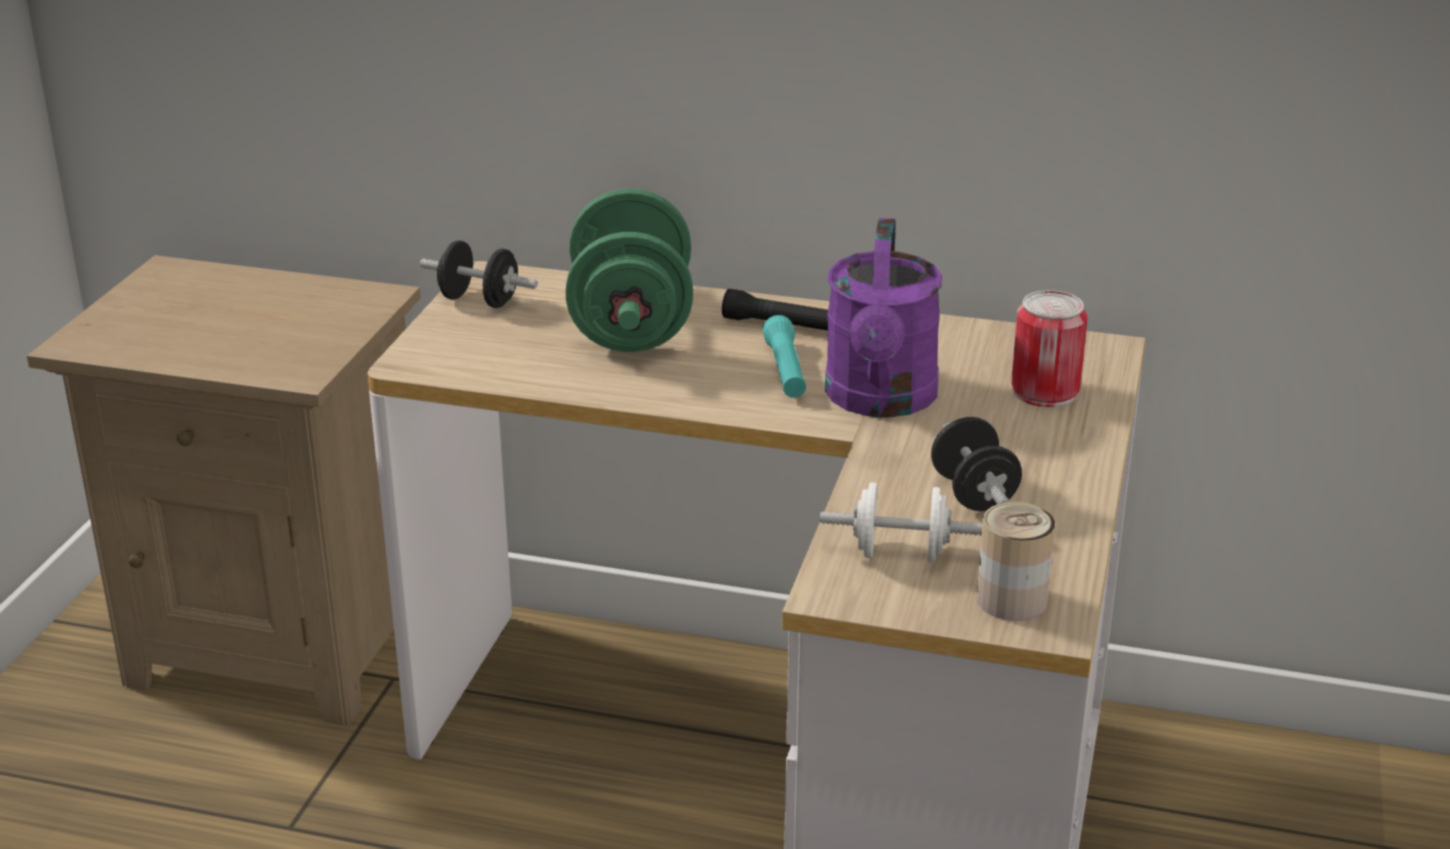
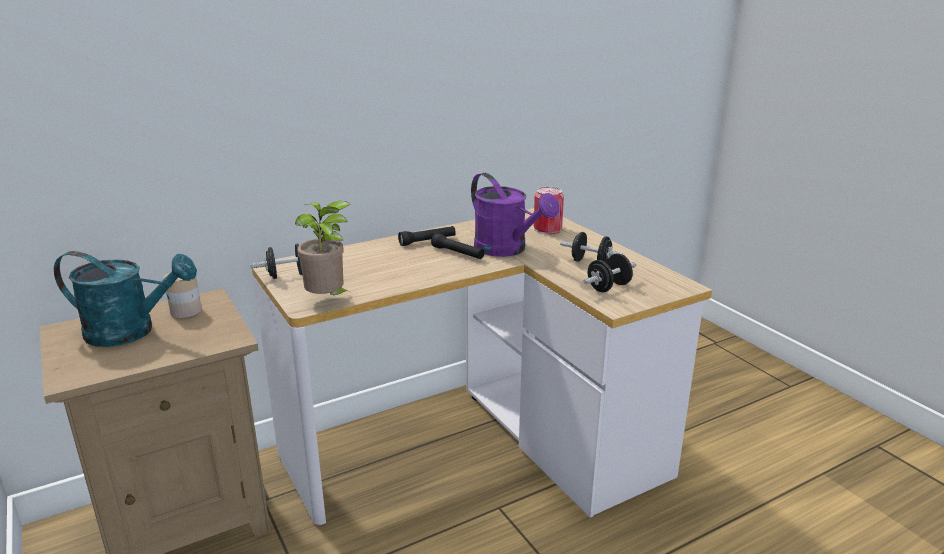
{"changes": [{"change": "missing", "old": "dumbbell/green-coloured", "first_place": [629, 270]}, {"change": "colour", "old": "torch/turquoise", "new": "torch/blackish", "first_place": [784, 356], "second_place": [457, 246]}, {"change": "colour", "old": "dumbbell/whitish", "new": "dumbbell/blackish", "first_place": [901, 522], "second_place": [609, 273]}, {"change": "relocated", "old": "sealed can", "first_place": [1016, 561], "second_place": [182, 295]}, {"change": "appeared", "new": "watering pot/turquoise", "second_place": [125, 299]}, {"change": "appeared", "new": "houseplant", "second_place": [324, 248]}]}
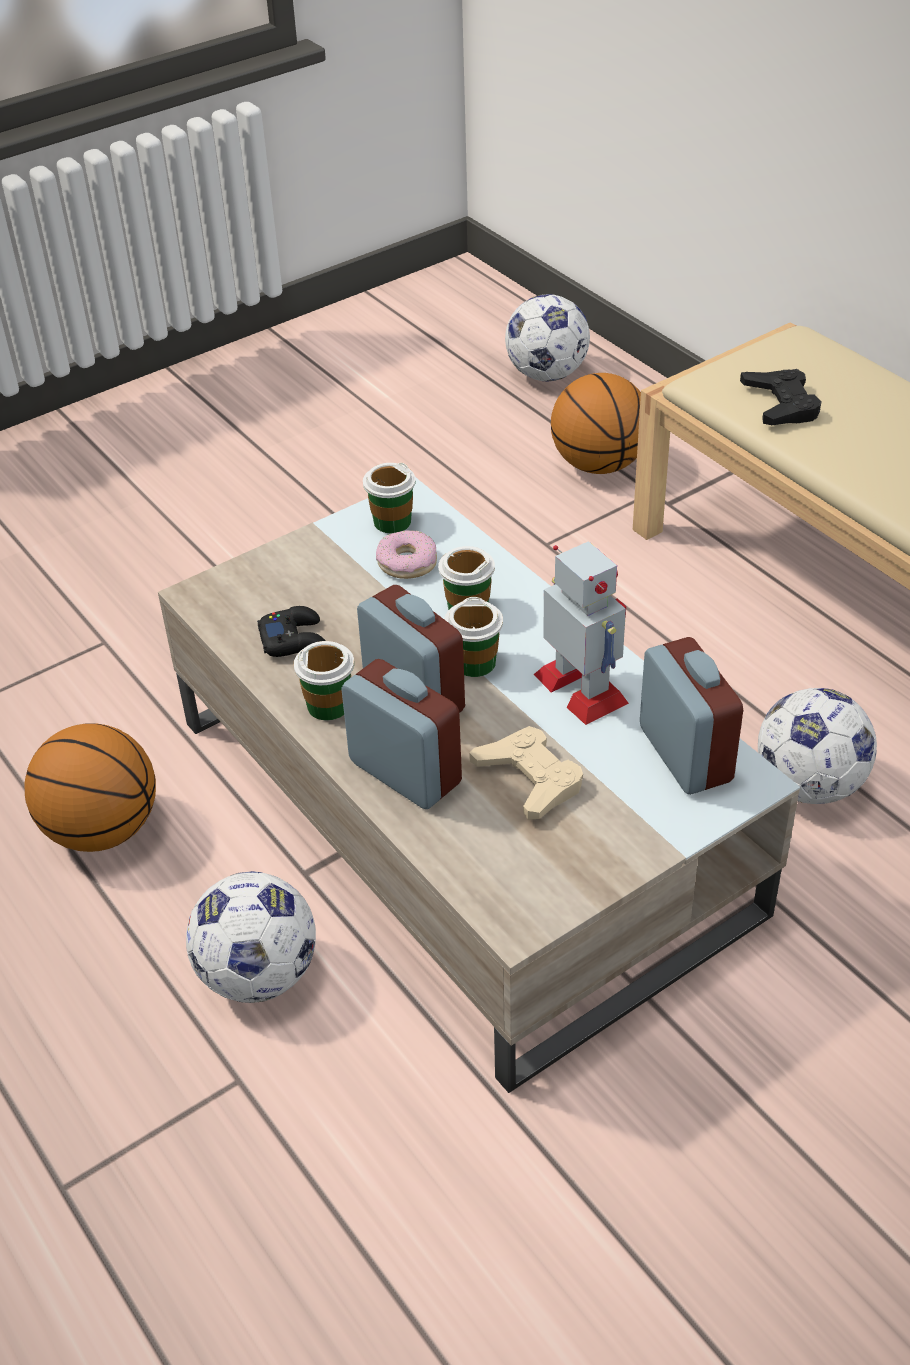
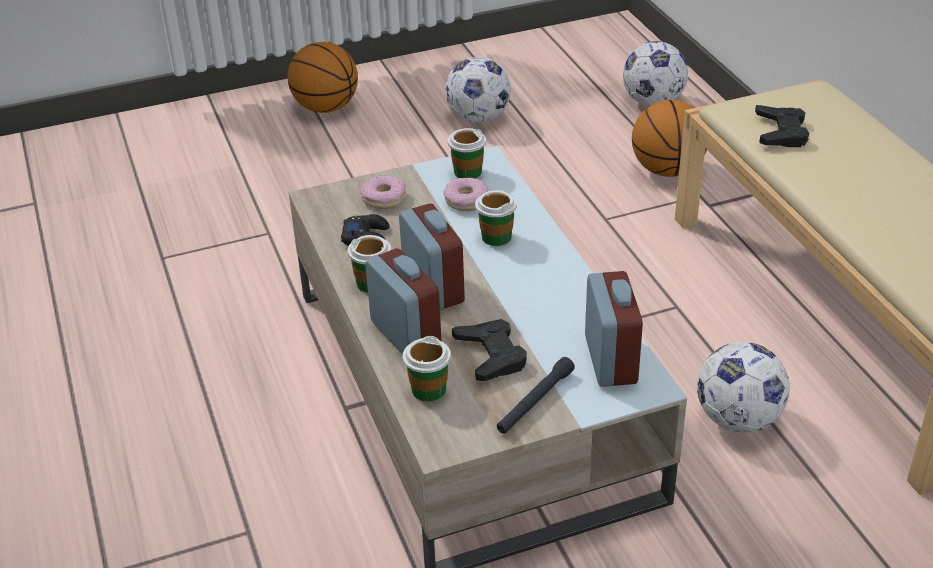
{"changes": [{"change": "relocated", "old": "basketball ball", "first_place": [90, 787], "second_place": [322, 77]}, {"change": "relocated", "old": "football ball", "first_place": [251, 937], "second_place": [478, 90]}, {"change": "relocated", "old": "drinking cup", "first_place": [473, 637], "second_place": [426, 369]}, {"change": "colour", "old": "joypad/beige", "new": "joypad/blackish", "first_place": [526, 773], "second_place": [489, 350]}, {"change": "missing", "old": "robot figure", "first_place": [581, 633]}, {"change": "appeared", "new": "donut", "second_place": [383, 192]}, {"change": "appeared", "new": "torch/blackish", "second_place": [536, 395]}]}
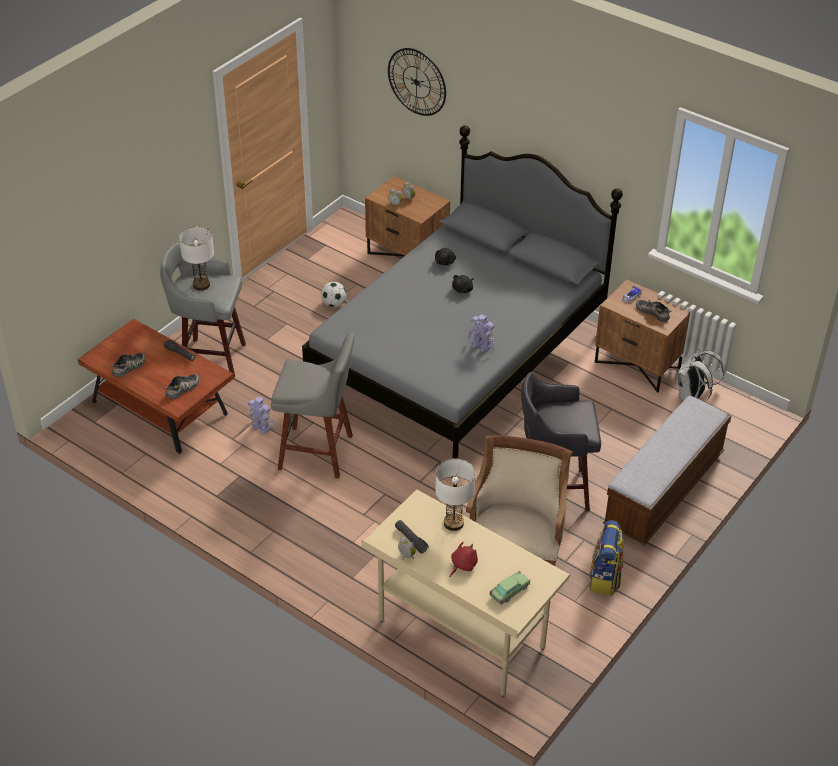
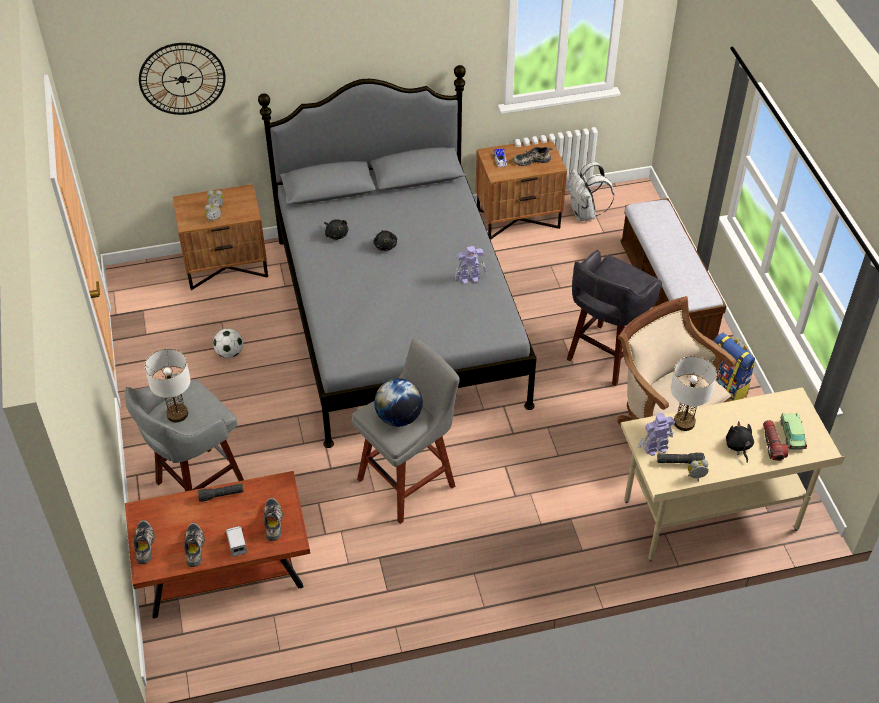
{"changes": [{"change": "relocated", "old": "robot figure", "first_place": [261, 415], "second_place": [656, 434]}, {"change": "colour", "old": "cuddly toy/red", "new": "cuddly toy/blackish", "first_place": [464, 559], "second_place": [740, 442]}, {"change": "appeared", "new": "low shoe", "second_place": [144, 542]}, {"change": "appeared", "new": "toy truck", "second_place": [236, 541]}, {"change": "appeared", "new": "desk globe", "second_place": [398, 402]}, {"change": "appeared", "new": "torch", "second_place": [775, 440]}]}
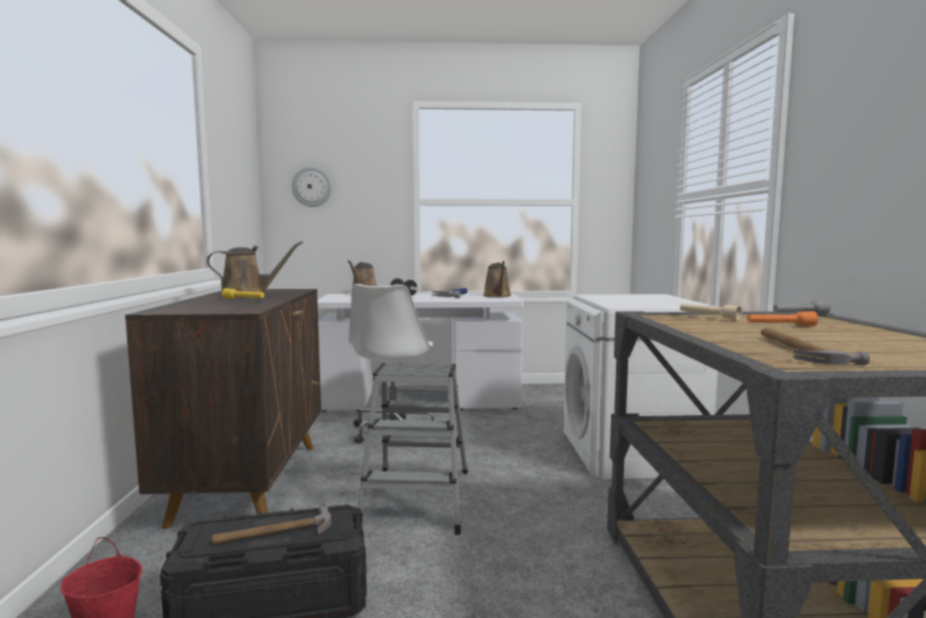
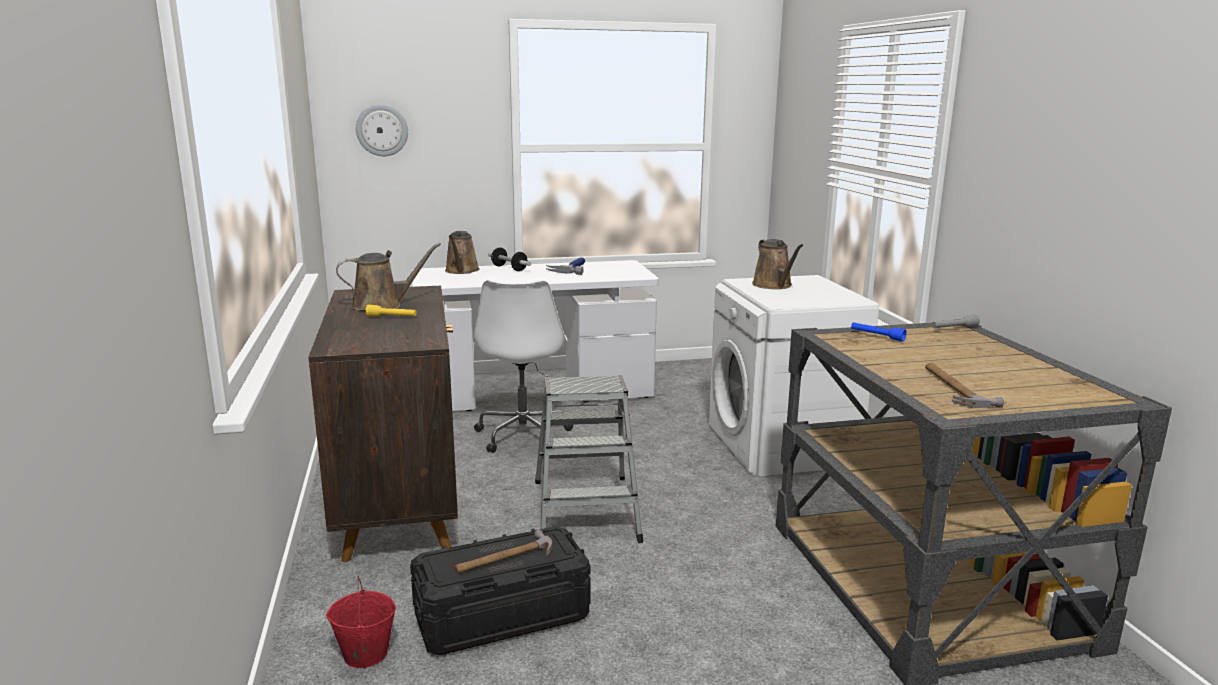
{"changes": [{"change": "relocated", "old": "watering pot/brownish", "first_place": [497, 279], "second_place": [777, 264]}, {"change": "colour", "old": "torch/beige", "new": "torch/blue", "first_place": [711, 312], "second_place": [879, 332]}, {"change": "missing", "old": "torch/orange-coloured", "first_place": [782, 318]}]}
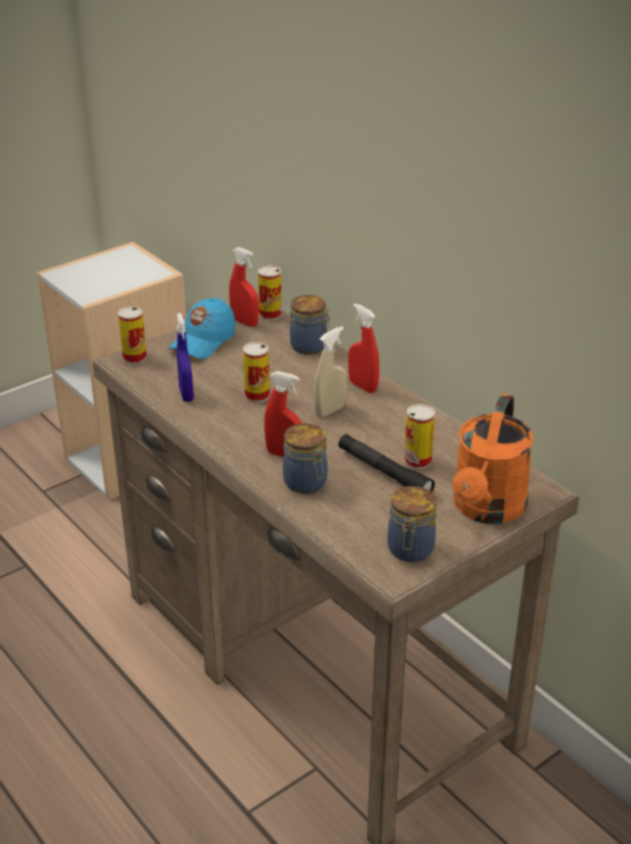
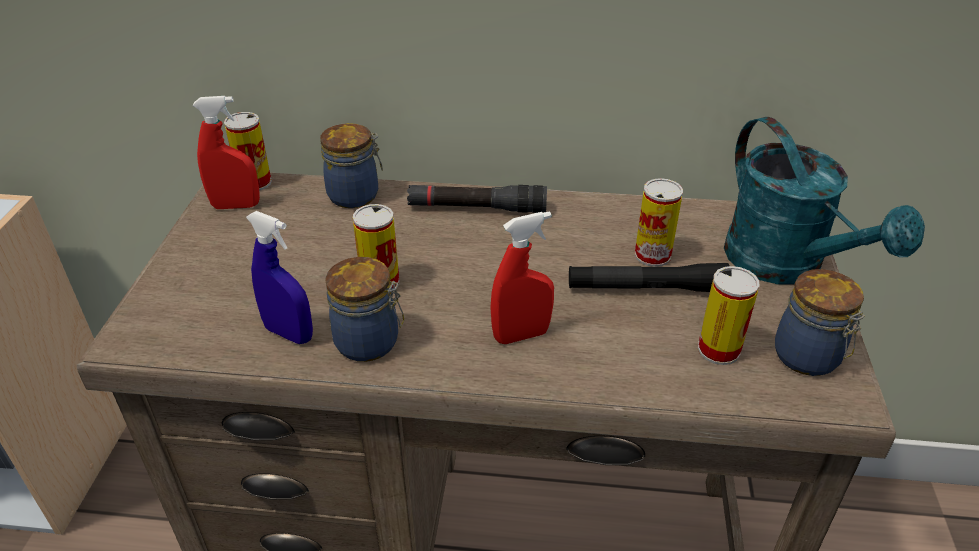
{"changes": [{"change": "relocated", "old": "sealed can", "first_place": [132, 335], "second_place": [728, 315]}, {"change": "missing", "old": "cap/blue", "first_place": [201, 328]}, {"change": "relocated", "old": "storage jar", "first_place": [305, 458], "second_place": [364, 309]}, {"change": "missing", "old": "hand sprayer/beige", "first_place": [330, 371]}, {"change": "exchanged", "old": "hand sprayer/red", "new": "torch/blackish", "first_place": [363, 348], "second_place": [477, 199]}, {"change": "colour", "old": "watering pot/orange-coloured", "new": "watering pot/turquoise", "first_place": [493, 458], "second_place": [824, 200]}]}
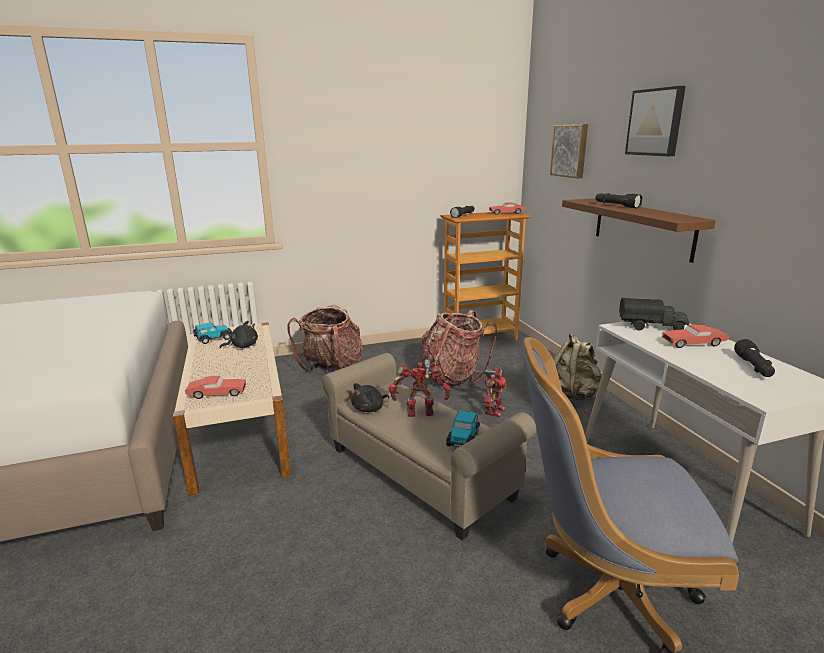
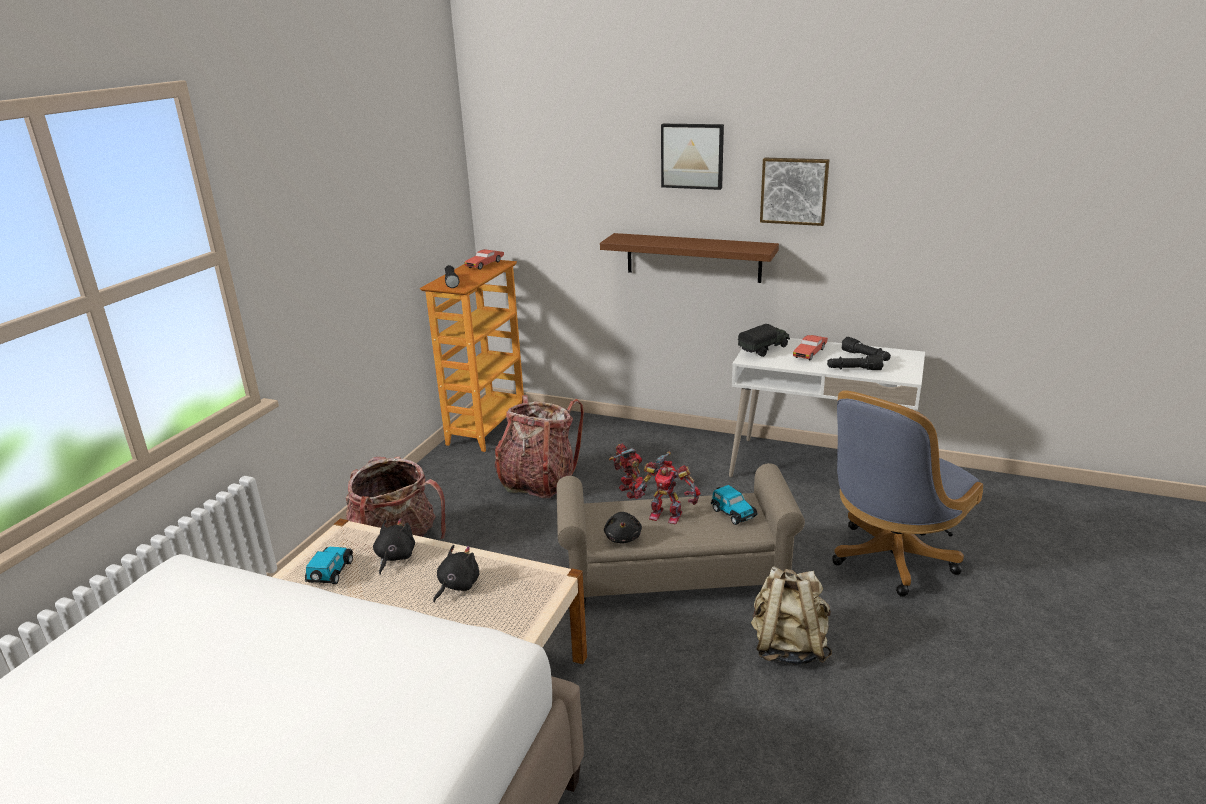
{"changes": [{"change": "missing", "old": "toy car/red", "first_place": [215, 387]}, {"change": "spun", "old": "robot figure", "first_place": [419, 388], "second_place": [667, 488], "degrees": -105}, {"change": "relocated", "old": "wall art", "first_place": [569, 151], "second_place": [795, 192]}, {"change": "relocated", "old": "rucksack/beige", "first_place": [578, 366], "second_place": [791, 615]}, {"change": "relocated", "old": "torch/blackish", "first_place": [619, 200], "second_place": [855, 362]}, {"change": "appeared", "new": "cuddly toy/blackish", "second_place": [456, 574]}]}
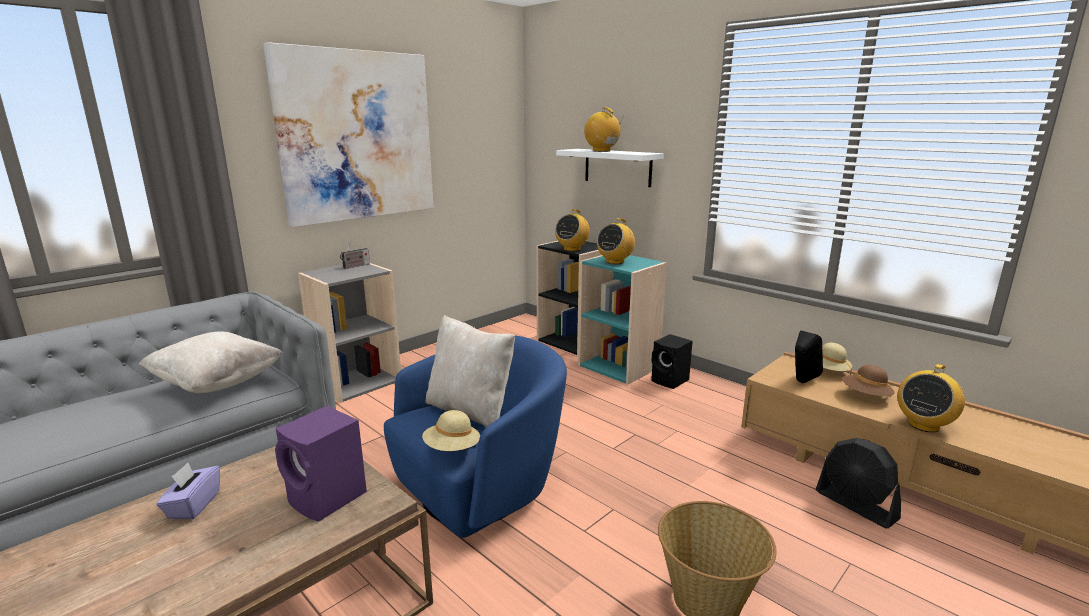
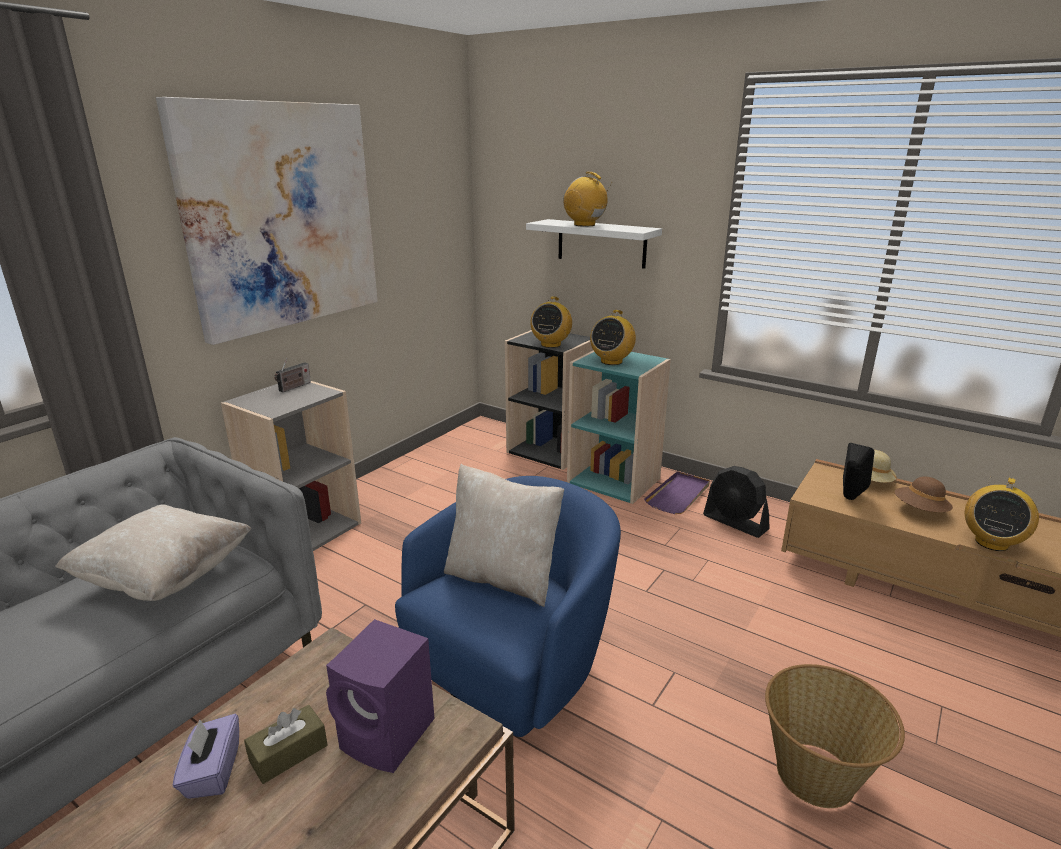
{"changes": [{"change": "missing", "old": "wearable hat/beige", "first_place": [451, 430]}, {"change": "exchanged", "old": "loudspeaker/blackish", "new": "serving tray/purplish", "first_place": [672, 361], "second_place": [677, 492]}, {"change": "relocated", "old": "cooling fan/blackish", "first_place": [858, 483], "second_place": [736, 502]}, {"change": "appeared", "new": "tissue holder/brownish", "second_place": [286, 744]}]}
